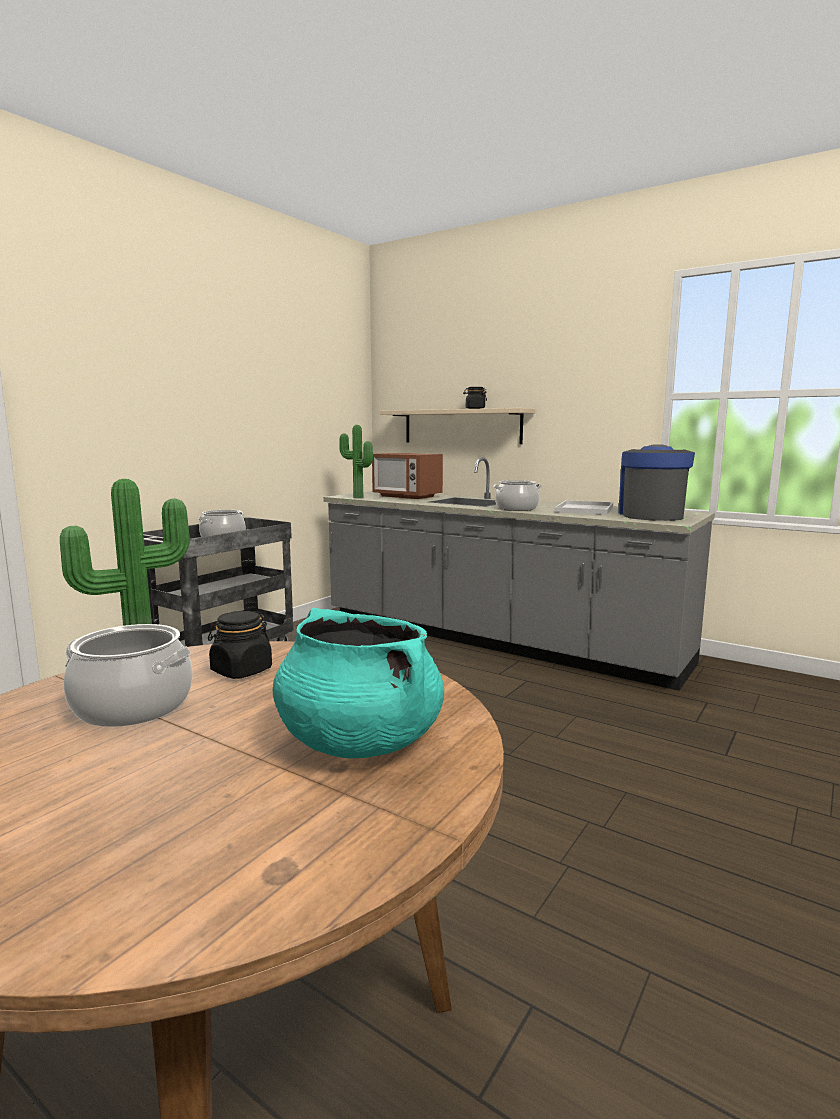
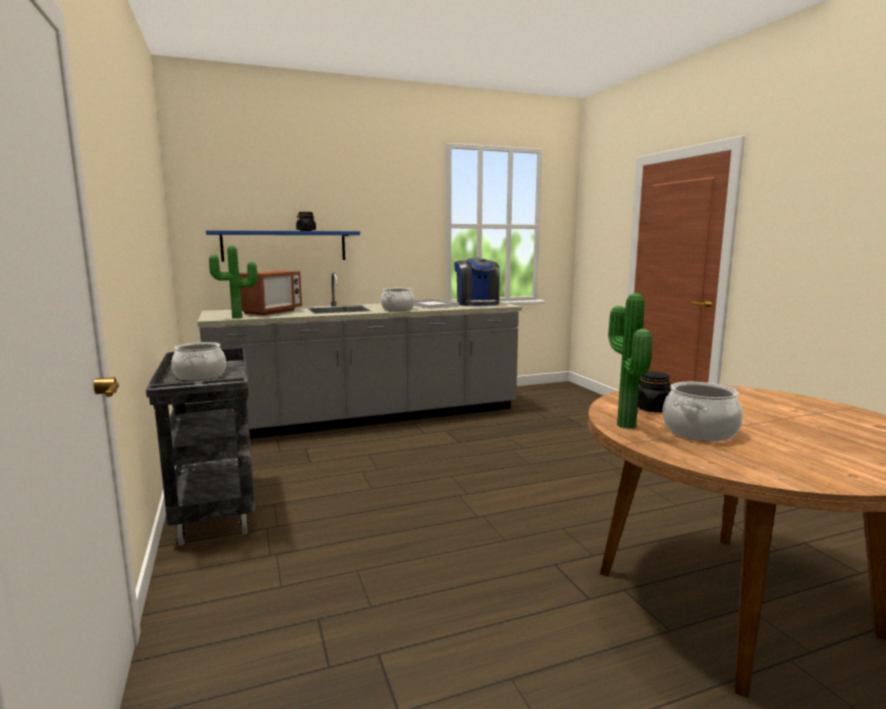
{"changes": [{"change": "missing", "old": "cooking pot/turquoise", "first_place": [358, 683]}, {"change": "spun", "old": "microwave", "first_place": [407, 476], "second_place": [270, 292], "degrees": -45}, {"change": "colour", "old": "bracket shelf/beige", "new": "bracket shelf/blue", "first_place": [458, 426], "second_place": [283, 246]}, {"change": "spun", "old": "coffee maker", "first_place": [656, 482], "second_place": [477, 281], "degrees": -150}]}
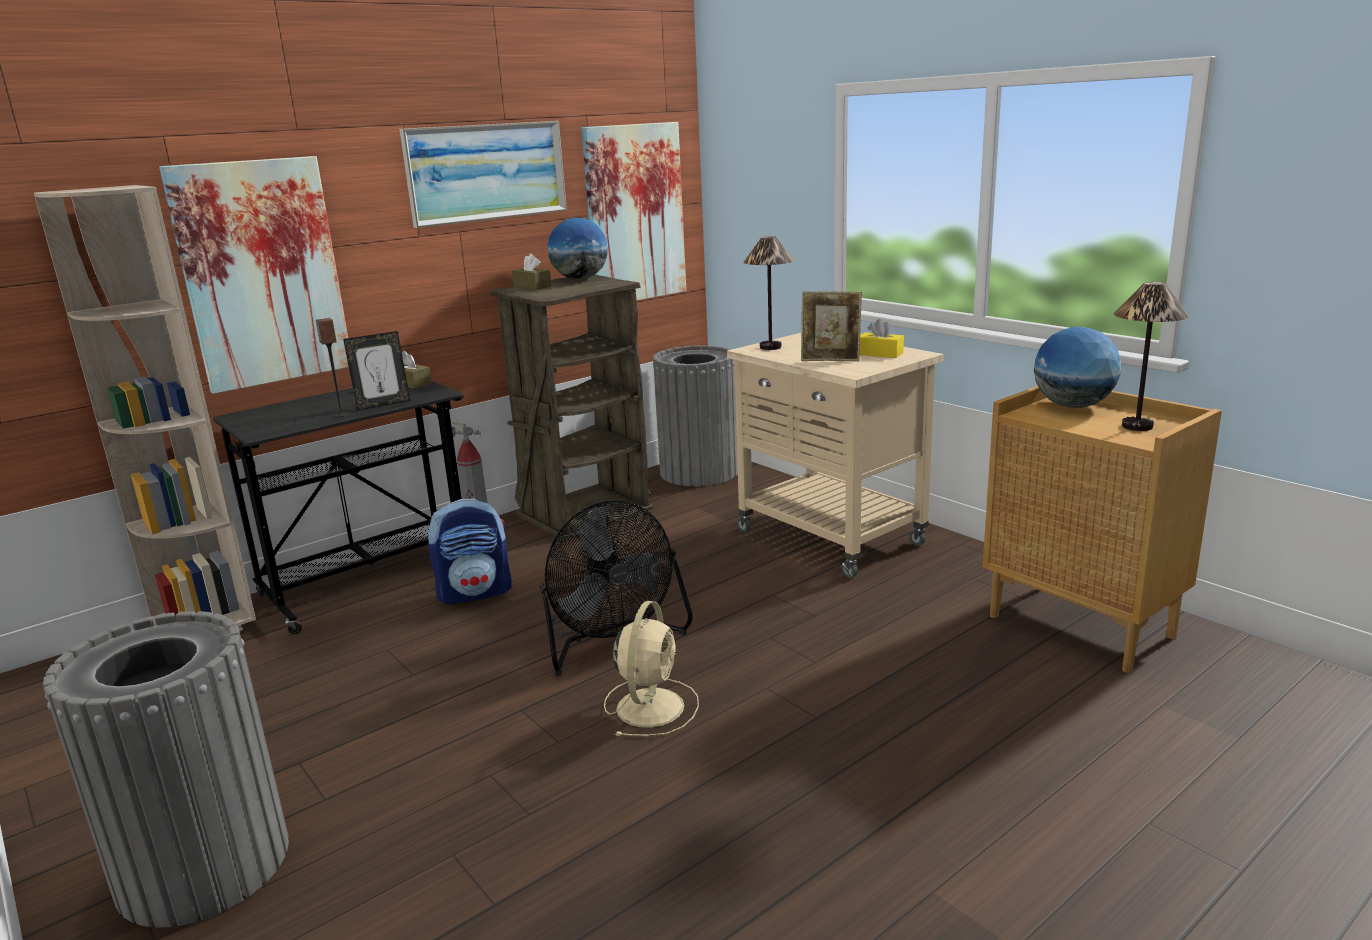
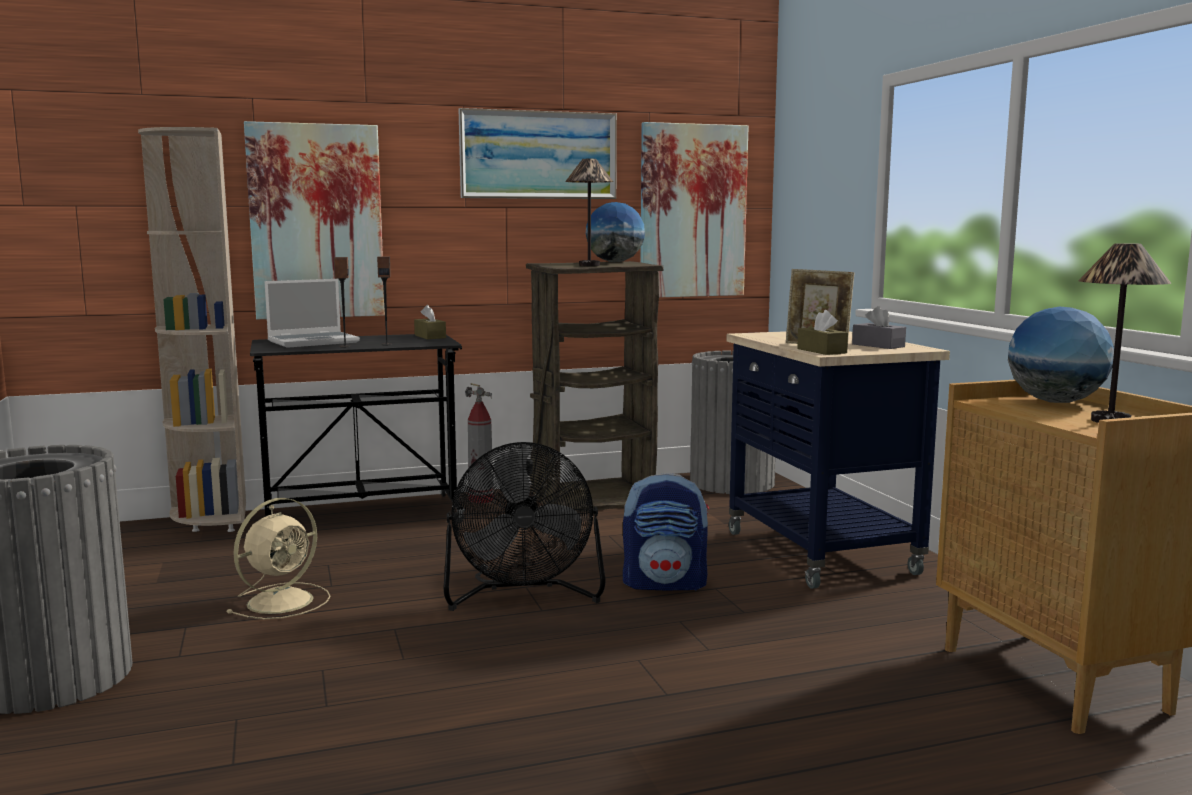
{"changes": [{"change": "exchanged", "old": "picture frame", "new": "loudspeaker", "first_place": [376, 371], "second_place": [385, 300]}, {"change": "relocated", "old": "rucksack", "first_place": [470, 551], "second_place": [666, 532]}, {"change": "relocated", "old": "tissue holder/brownish", "first_place": [531, 272], "second_place": [822, 332]}, {"change": "relocated", "old": "cooling fan/beige", "first_place": [651, 668], "second_place": [278, 558]}, {"change": "colour", "old": "trolley/beige", "new": "trolley/blue", "first_place": [835, 455], "second_place": [838, 460]}, {"change": "relocated", "old": "table lamp", "first_place": [769, 293], "second_place": [589, 212]}, {"change": "colour", "old": "tissue holder/yellow", "new": "tissue holder/grey", "first_place": [882, 338], "second_place": [879, 327]}, {"change": "appeared", "new": "laptop", "second_place": [312, 313]}]}
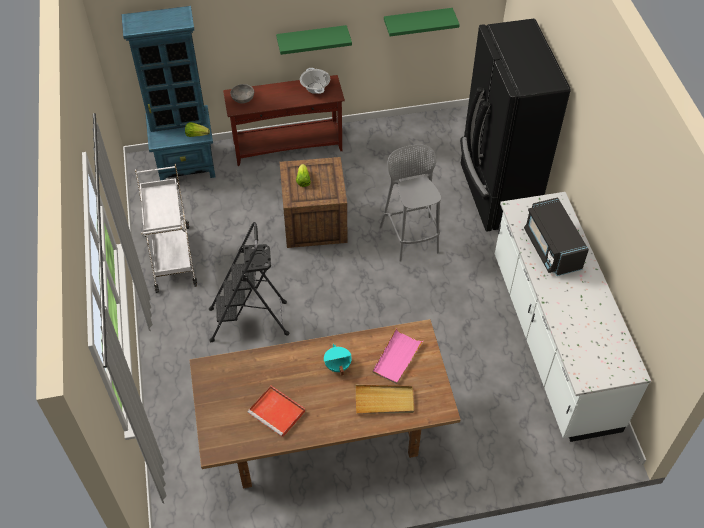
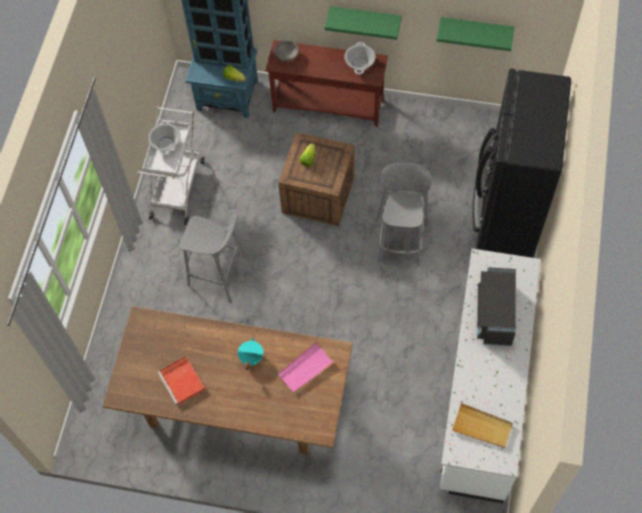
{"changes": [{"change": "exchanged", "old": "stepladder", "new": "stool seat/grey", "first_place": [249, 282], "second_place": [214, 256]}, {"change": "relocated", "old": "serving tray/beige", "first_place": [385, 399], "second_place": [482, 425]}, {"change": "appeared", "new": "cooking pot", "second_place": [164, 138]}]}
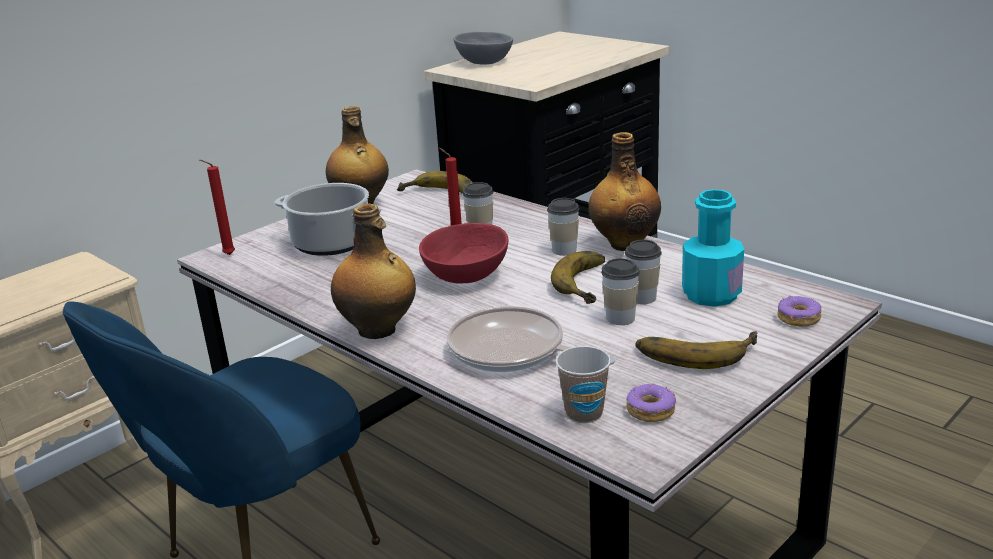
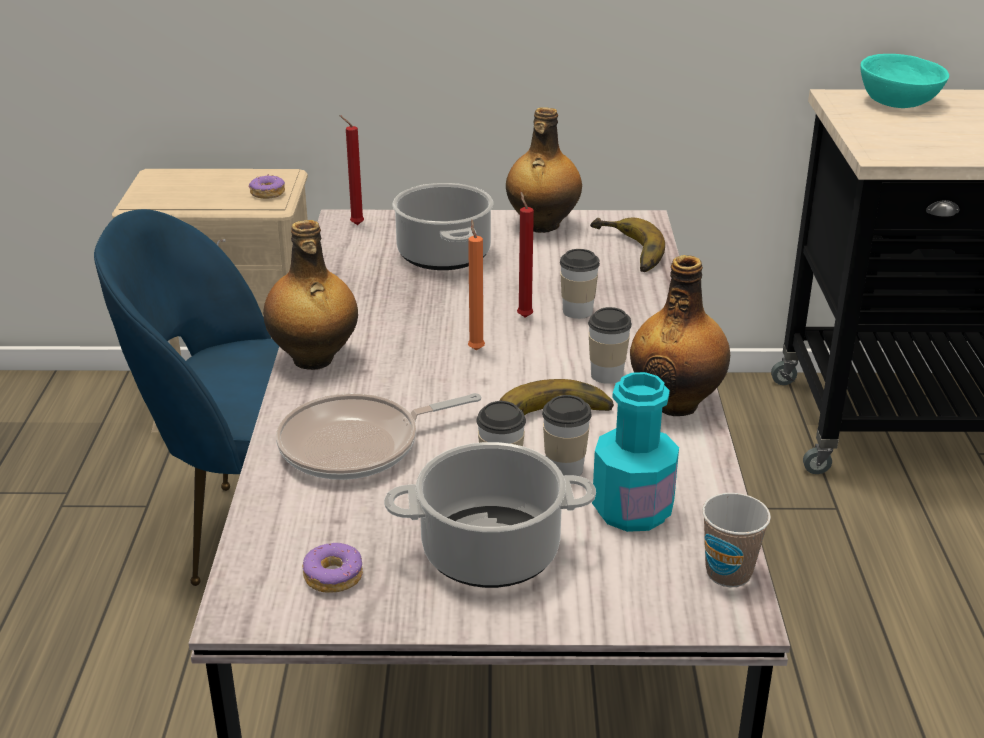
{"changes": [{"change": "exchanged", "old": "deep dish/red", "new": "wax candle/orange-coloured", "first_place": [463, 253], "second_place": [476, 285]}, {"change": "spun", "old": "skillet", "first_place": [531, 339], "second_place": [378, 436], "degrees": -105}, {"change": "colour", "old": "deep dish/grey", "new": "deep dish/turquoise", "first_place": [483, 48], "second_place": [905, 81]}, {"change": "relocated", "old": "drinking cup", "first_place": [583, 384], "second_place": [736, 540]}, {"change": "exchanged", "old": "banana", "new": "cooking pot", "first_place": [696, 350], "second_place": [490, 515]}, {"change": "relocated", "old": "donut", "first_place": [800, 311], "second_place": [267, 187]}]}
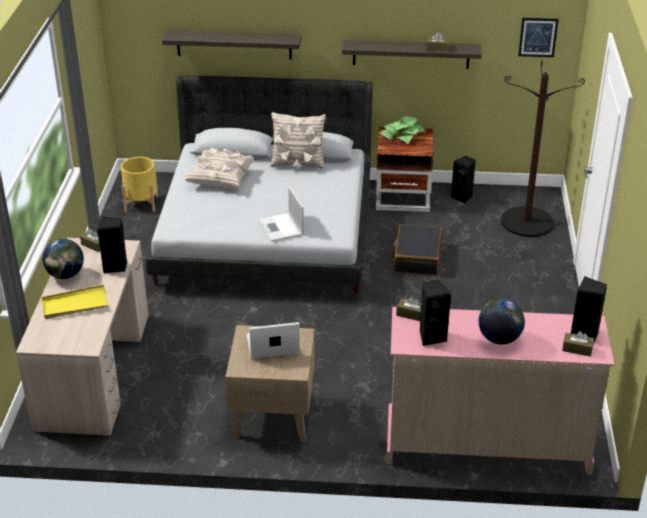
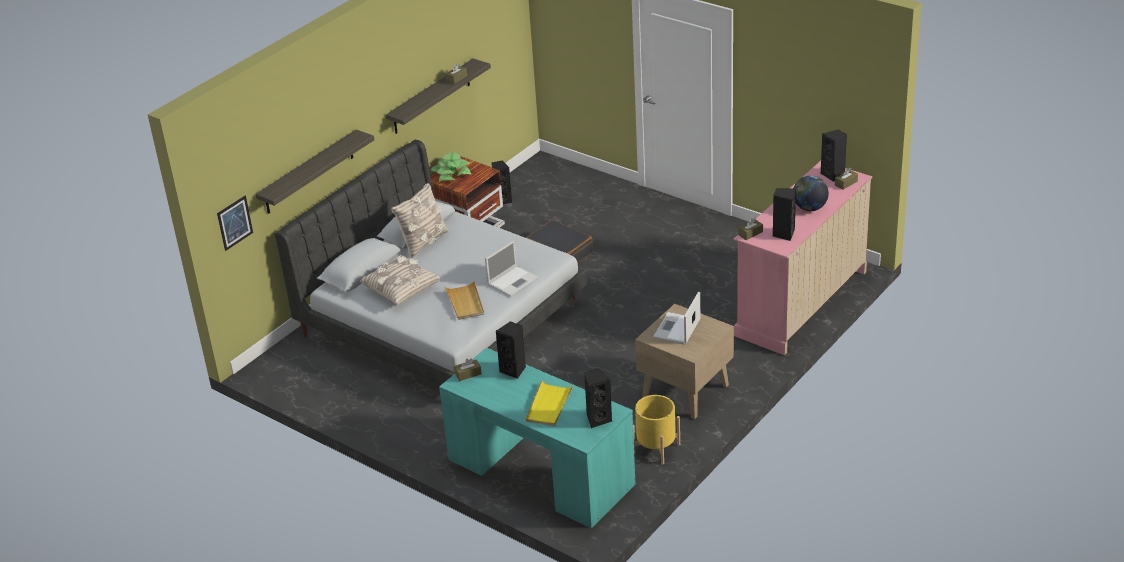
{"changes": [{"change": "colour", "old": "desk unit/beige", "new": "desk unit/turquoise", "first_place": [82, 336], "second_place": [537, 438]}, {"change": "missing", "old": "desk globe", "first_place": [63, 259]}, {"change": "relocated", "old": "planter/yellow", "first_place": [139, 184], "second_place": [656, 430]}, {"change": "spun", "old": "laptop", "first_place": [281, 214], "second_place": [512, 268], "degrees": -60}, {"change": "missing", "old": "garment stand/blackish", "first_place": [543, 149]}, {"change": "relocated", "old": "wall art", "first_place": [538, 37], "second_place": [235, 223]}, {"change": "appeared", "new": "serving tray/beige", "second_place": [464, 300]}, {"change": "appeared", "new": "loudspeaker/blackish", "second_place": [598, 398]}]}
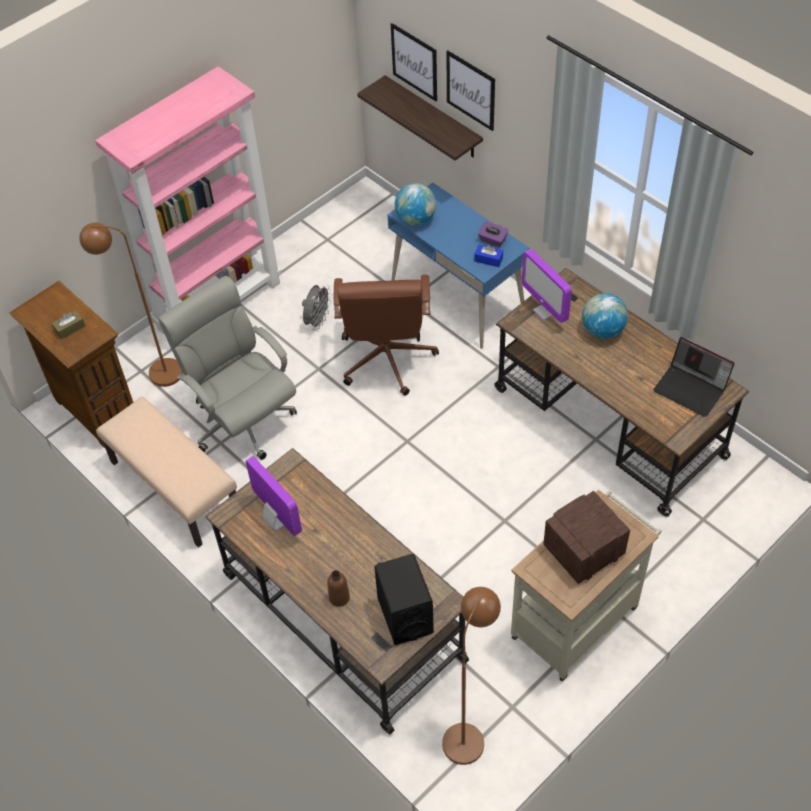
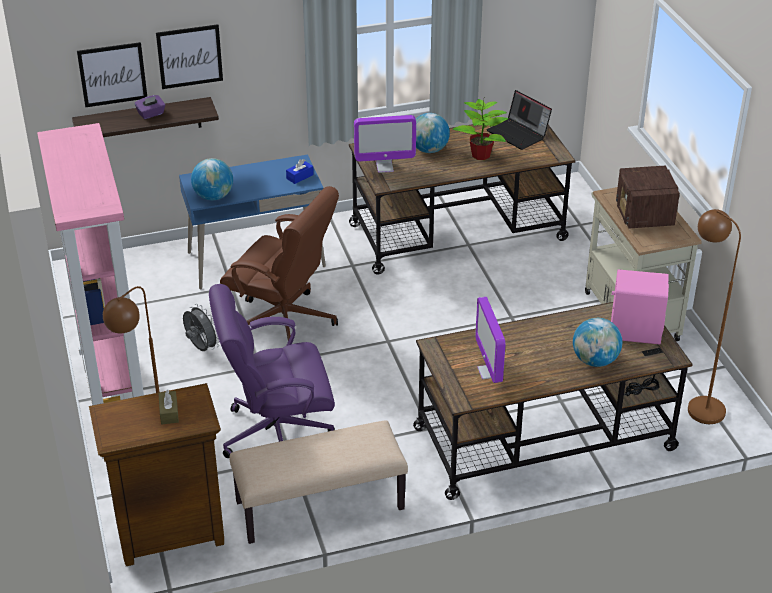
{"changes": [{"change": "colour", "old": "desk chair/grey", "new": "desk chair/purplish", "first_place": [227, 368], "second_place": [272, 371]}, {"change": "spun", "old": "computer screen", "first_place": [274, 496], "second_place": [490, 340], "degrees": -90}, {"change": "exchanged", "old": "bottle/brownish", "new": "desk globe", "first_place": [338, 588], "second_place": [597, 342]}, {"change": "colour", "old": "loudspeaker/blackish", "new": "loudspeaker/pink-coloured", "first_place": [404, 599], "second_place": [640, 307]}, {"change": "relocated", "old": "tissue holder/purplish", "first_place": [493, 234], "second_place": [150, 107]}, {"change": "spun", "old": "laptop", "first_place": [693, 377], "second_place": [519, 120], "degrees": 75}, {"change": "appeared", "new": "houseplant", "second_place": [481, 129]}]}
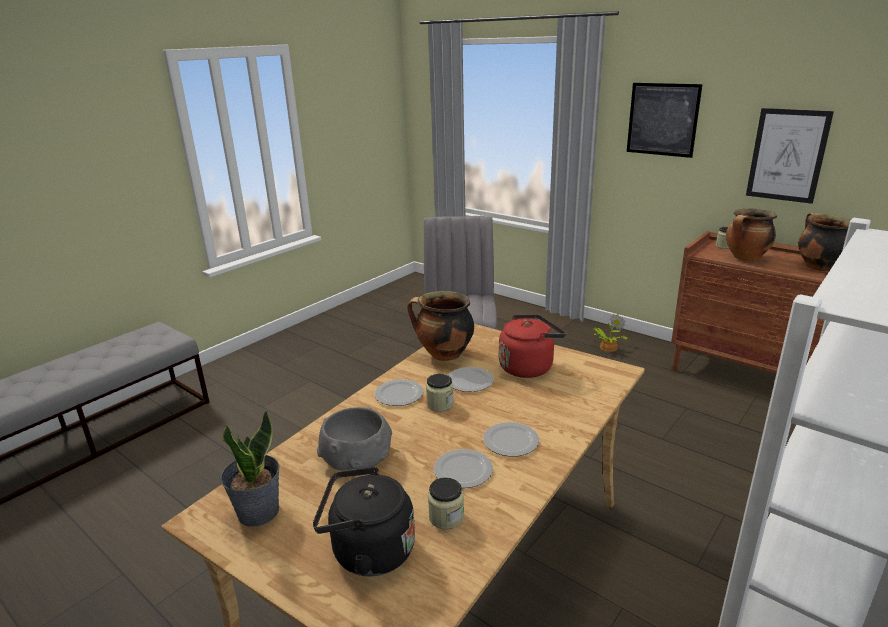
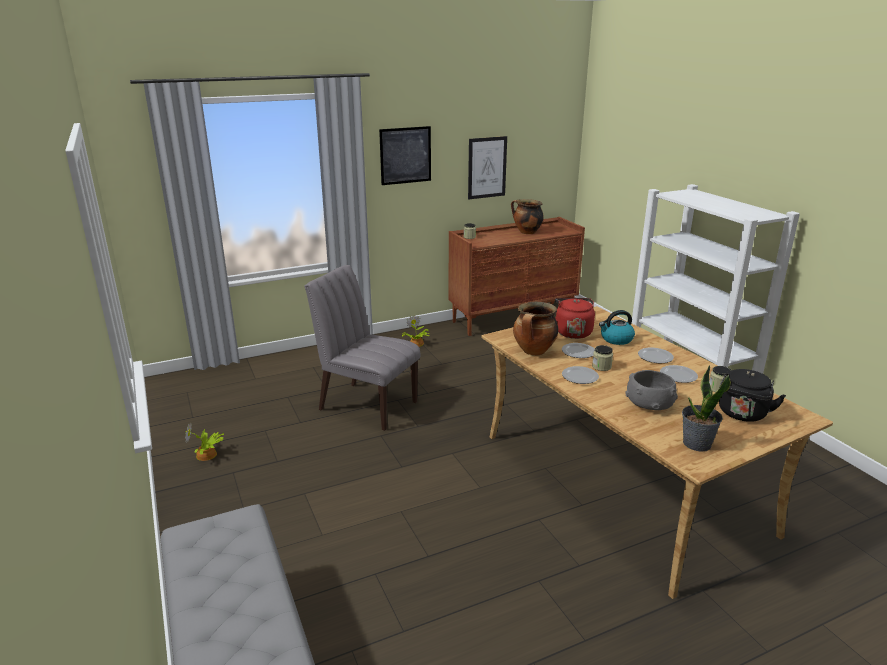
{"changes": [{"change": "missing", "old": "cooking pot", "first_place": [751, 235]}, {"change": "appeared", "new": "houseplant", "second_place": [204, 441]}, {"change": "appeared", "new": "tea kettle", "second_place": [617, 327]}]}
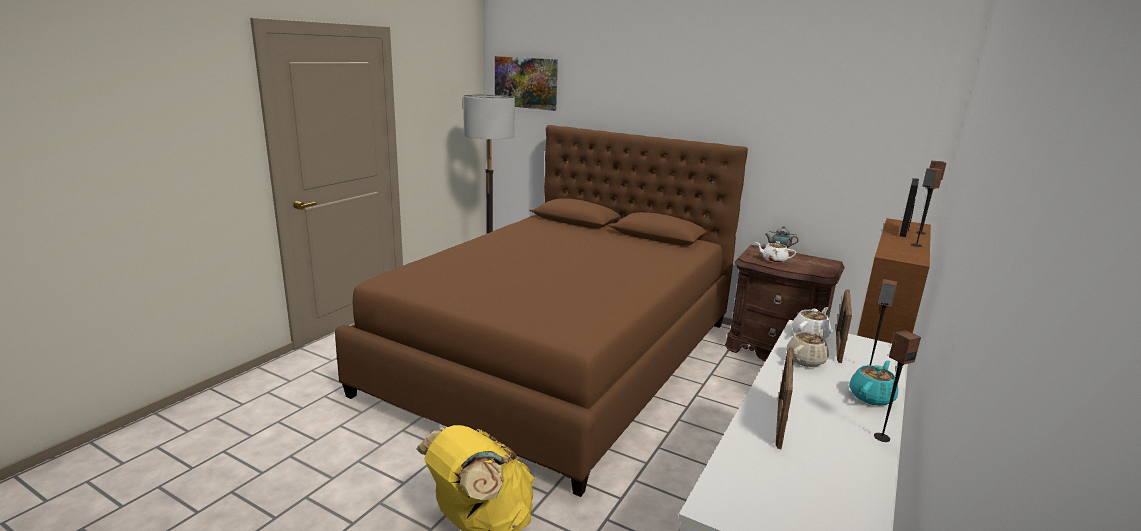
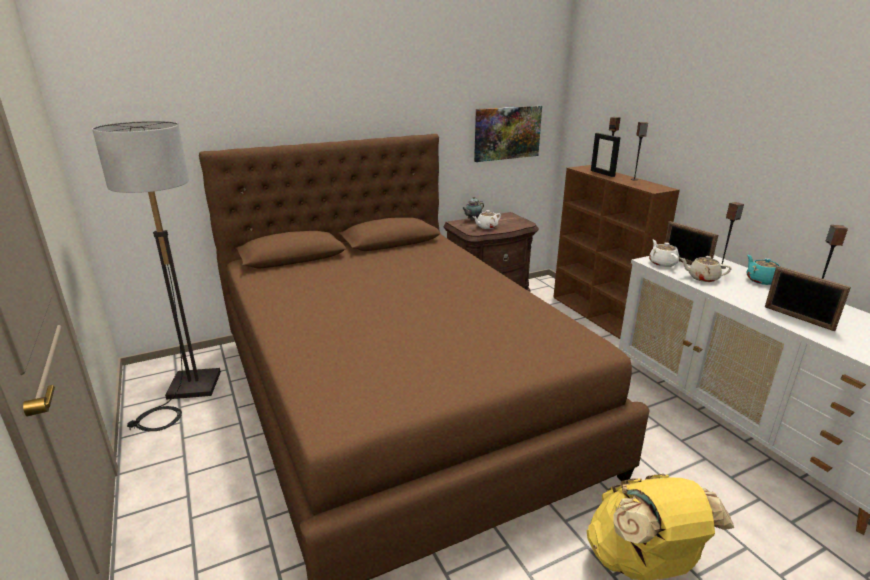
{"changes": [{"change": "relocated", "old": "wall art", "first_place": [526, 83], "second_place": [508, 133]}, {"change": "spun", "old": "tea pot/beige", "first_place": [807, 348], "second_place": [706, 269], "degrees": -60}]}
